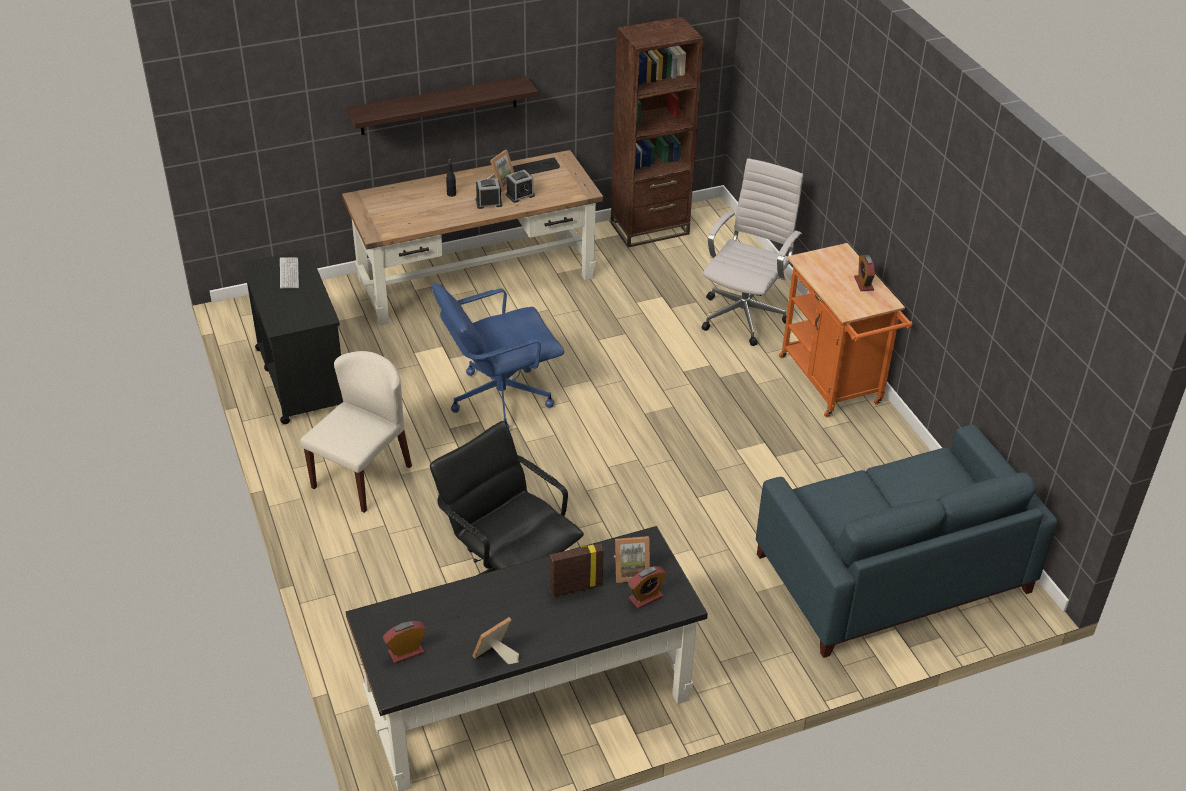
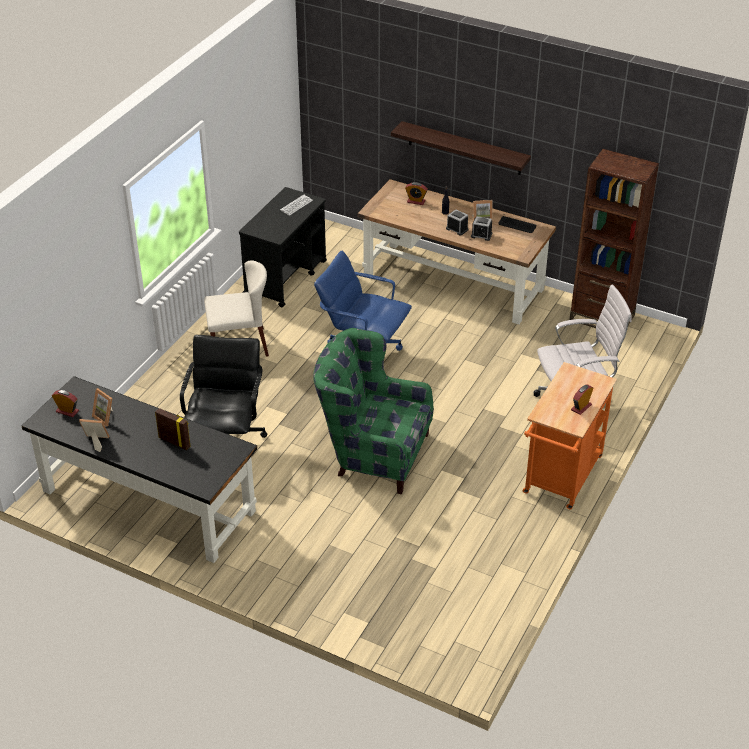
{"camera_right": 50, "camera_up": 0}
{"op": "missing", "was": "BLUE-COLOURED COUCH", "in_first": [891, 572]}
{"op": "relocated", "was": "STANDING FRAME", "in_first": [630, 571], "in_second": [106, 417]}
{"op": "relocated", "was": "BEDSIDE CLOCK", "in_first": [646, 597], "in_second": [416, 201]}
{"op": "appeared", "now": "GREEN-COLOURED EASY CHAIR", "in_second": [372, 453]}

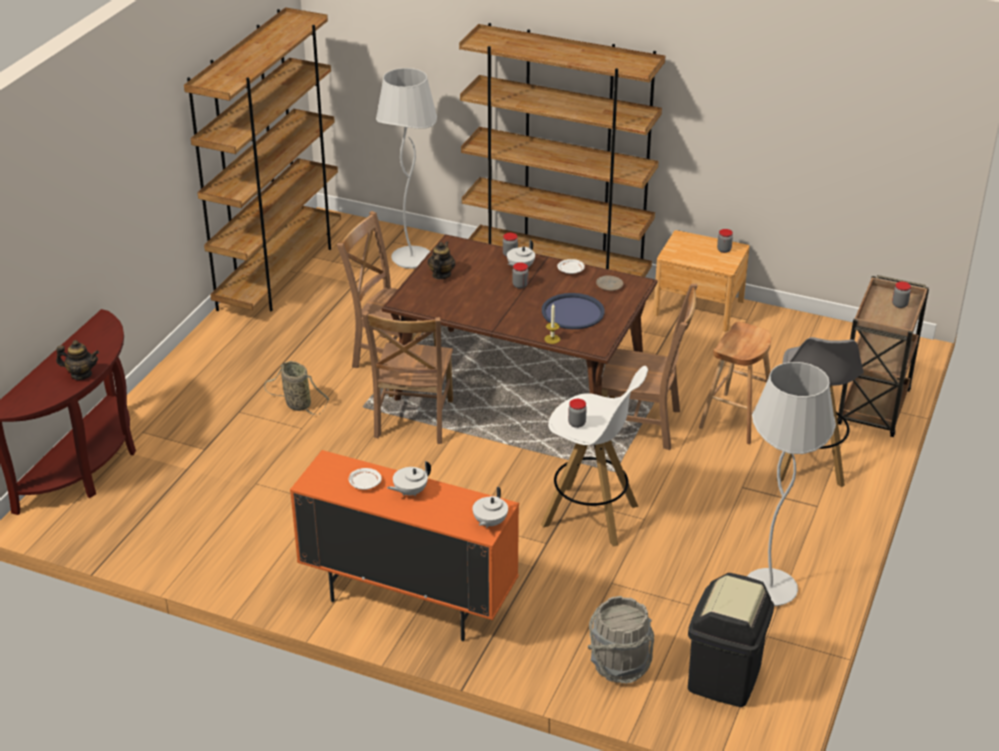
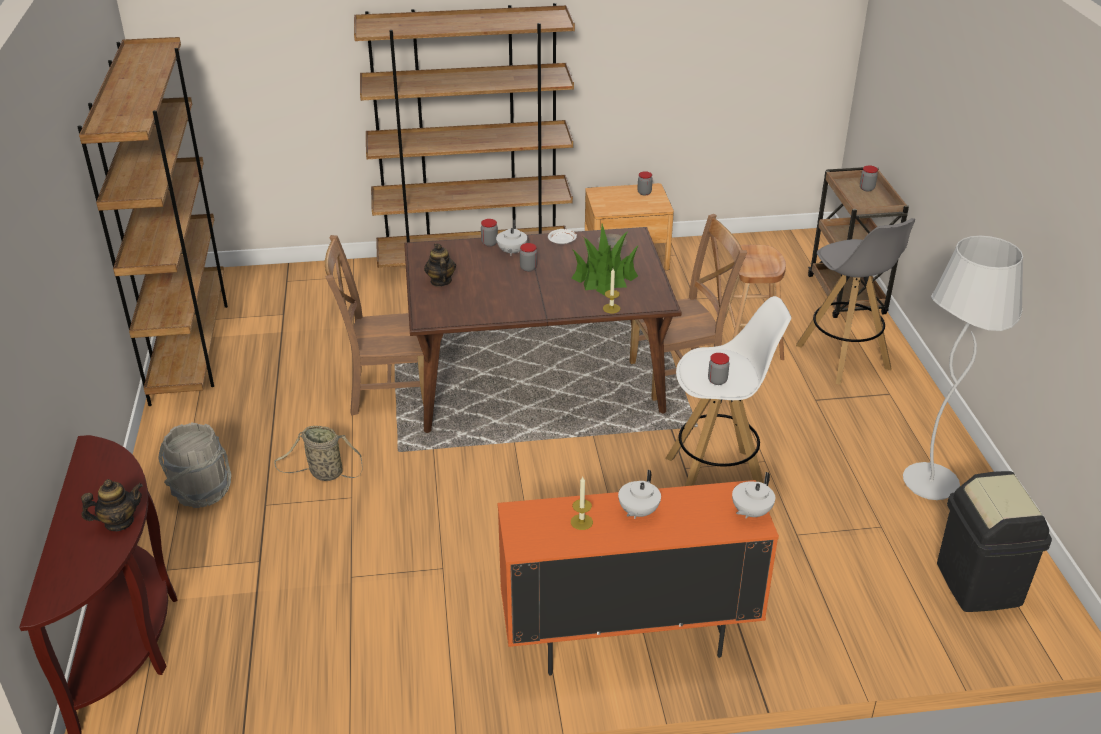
{"camera_right": -30, "camera_up": 0}
{"op": "missing", "was": "WHITISH FLOOR LAMP", "in_first": [411, 259]}
{"op": "exchanged", "was": "BLUE-COLOURED TRAY", "now": "POTTED PLANT", "in_first": [573, 312], "in_second": [604, 278]}
{"op": "missing", "was": "BROWN CHAIR", "in_first": [413, 421]}
{"op": "exchanged", "was": "WHITISH FLAT DISH", "now": "CANDLE", "in_first": [364, 483], "in_second": [581, 522]}
{"op": "spun", "was": "WHITISH POT FOR TEA", "in_first": [489, 522], "in_second": [750, 512], "clockwise": 45}
{"op": "relocated", "was": "GREYISH PAIL", "in_first": [619, 665], "in_second": [201, 492]}

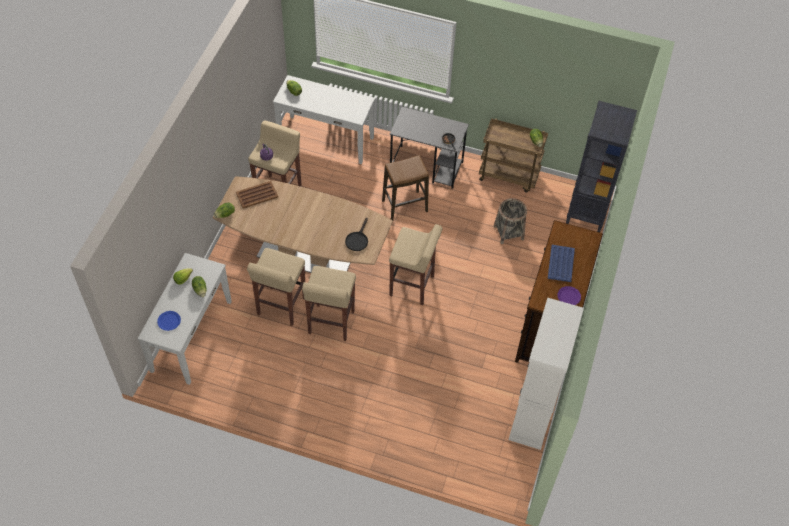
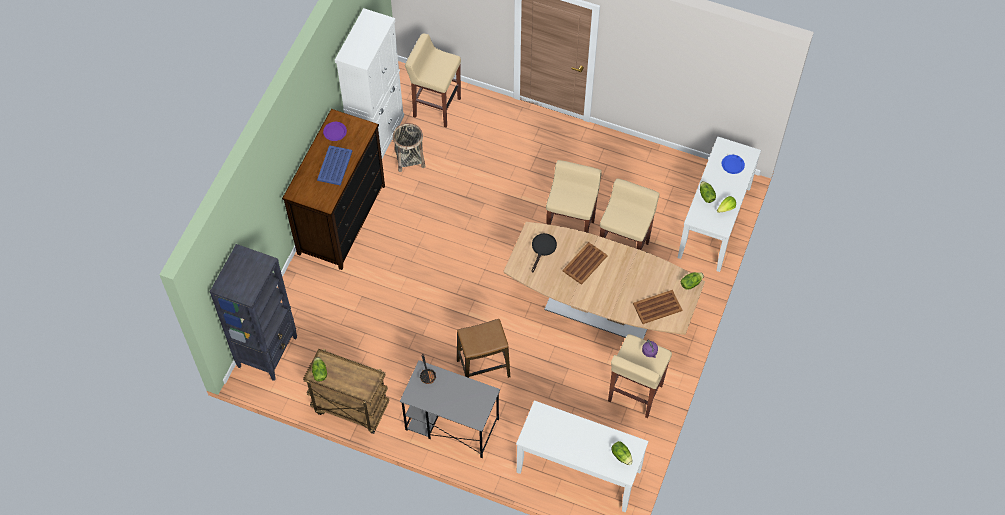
{"camera_right": -175, "camera_up": 5}
{"op": "relocated", "was": "BASKET", "in_first": [508, 232], "in_second": [410, 158]}
{"op": "relocated", "was": "BEIGE SITTING STOOL", "in_first": [412, 286], "in_second": [436, 107]}
{"op": "appeared", "now": "BROWN TRAY", "in_second": [584, 264]}

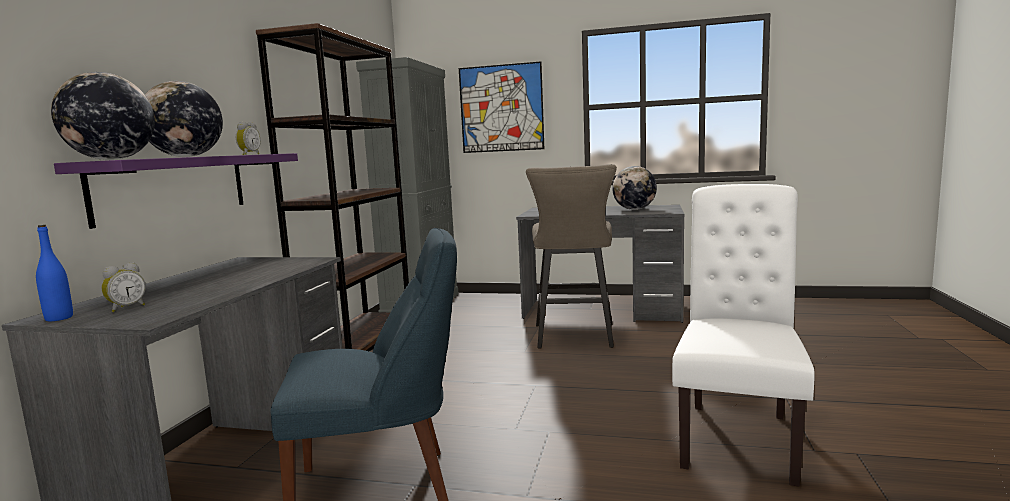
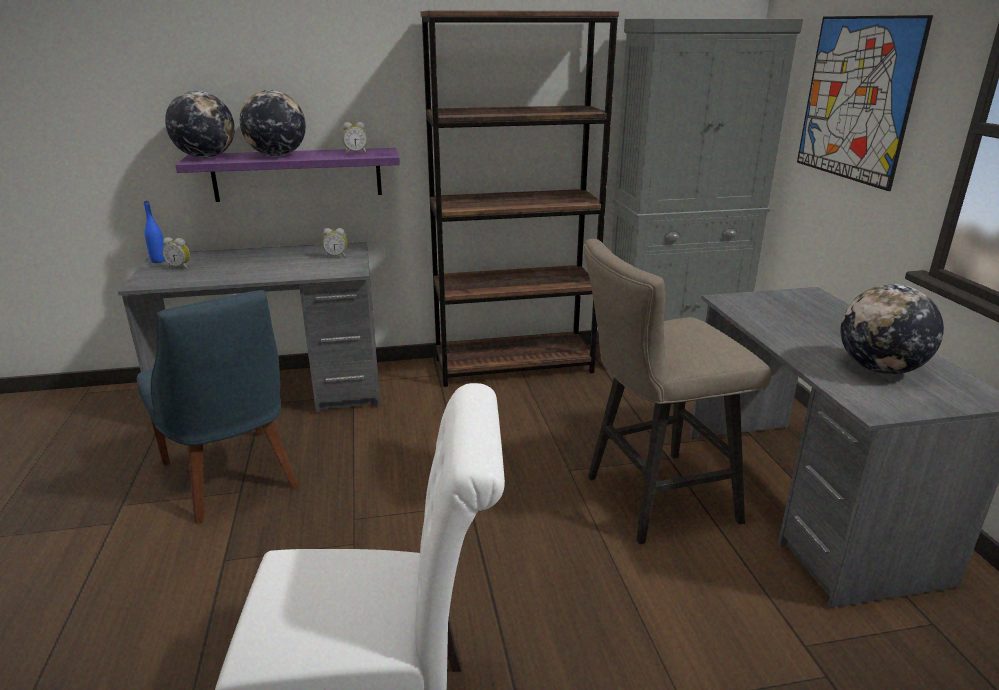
{"camera_right": 65, "camera_up": 15}
{"op": "appeared", "now": "BEDSIDE CLOCK", "in_second": [336, 256]}

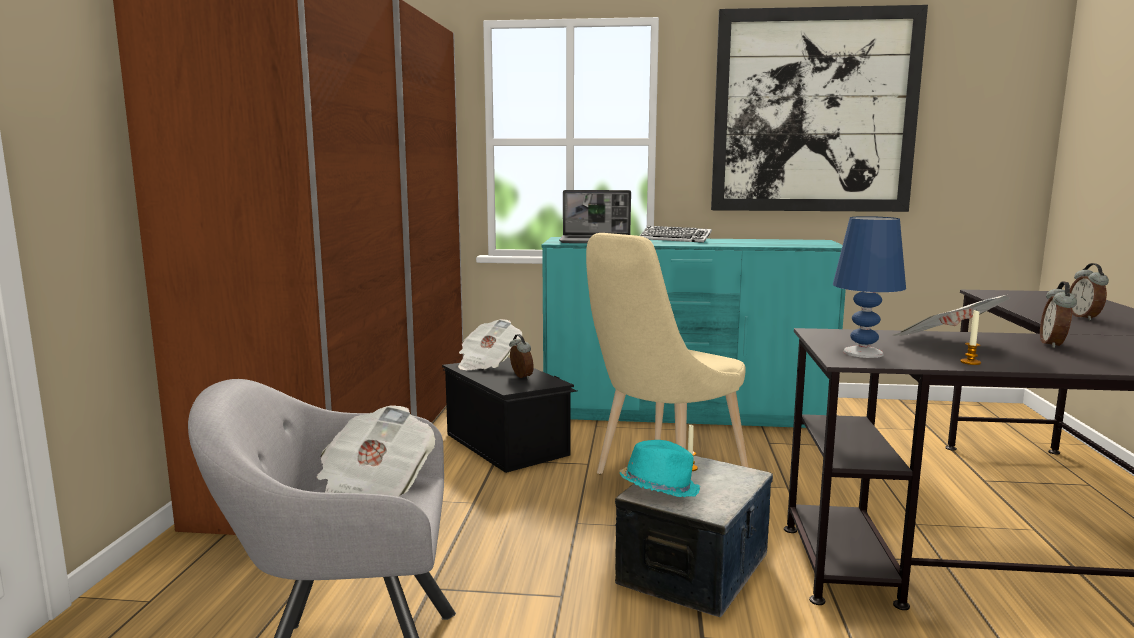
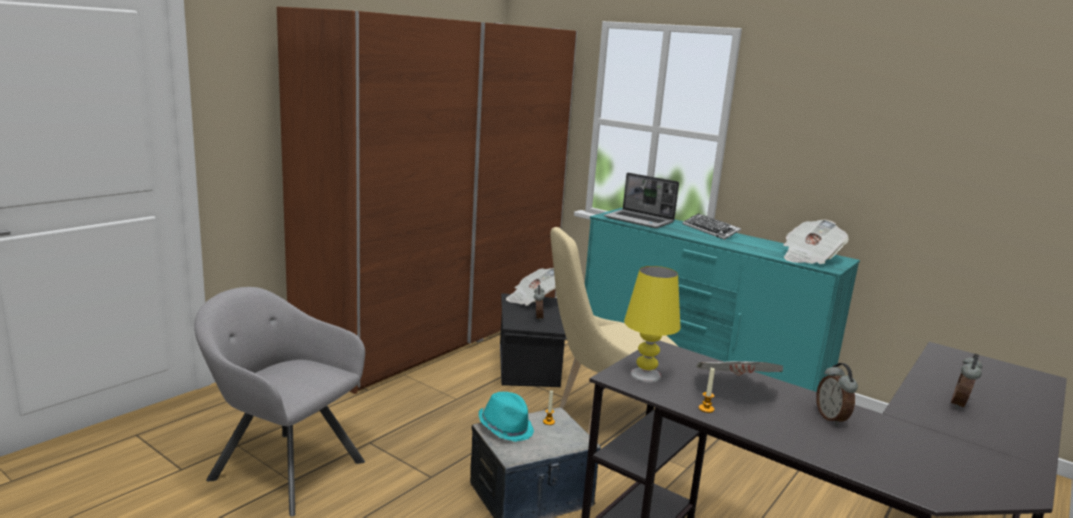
{"camera_right": 30, "camera_up": 5}
{"op": "missing", "was": "WALL ART", "in_first": [813, 112]}
{"op": "colour", "was": "BLUE-COLOURED TABLETOP LAMP", "now": "YELLOWISH TABLETOP LAMP", "in_first": [863, 353], "in_second": [646, 375]}
{"op": "spun", "was": "BEDSIDE CLOCK", "in_first": [1054, 345], "in_second": [832, 418], "clockwise": -60}
{"op": "relocated", "was": "DAILY PAPER", "in_first": [372, 491], "in_second": [809, 258]}

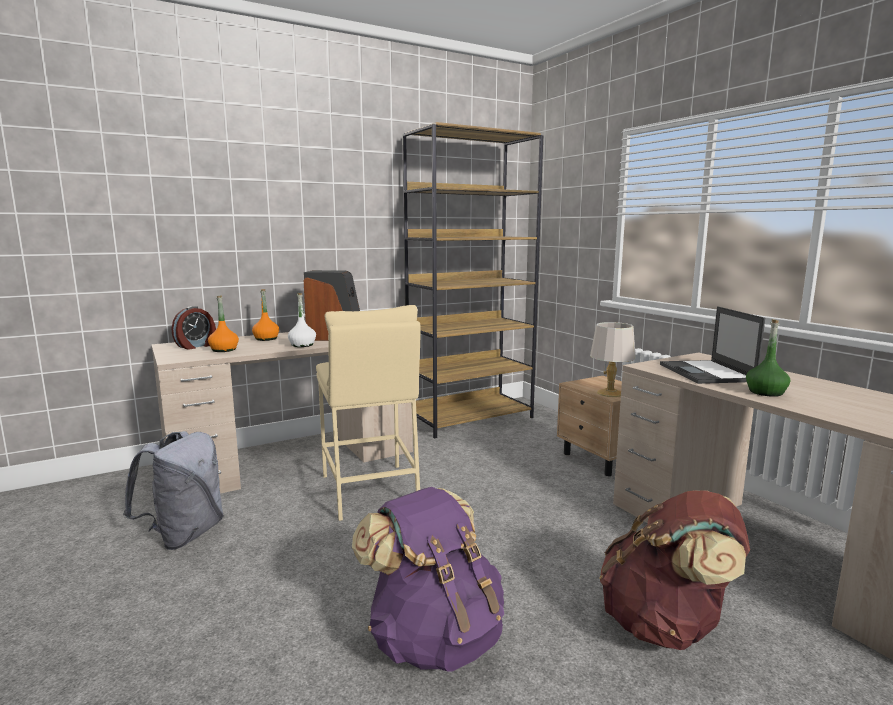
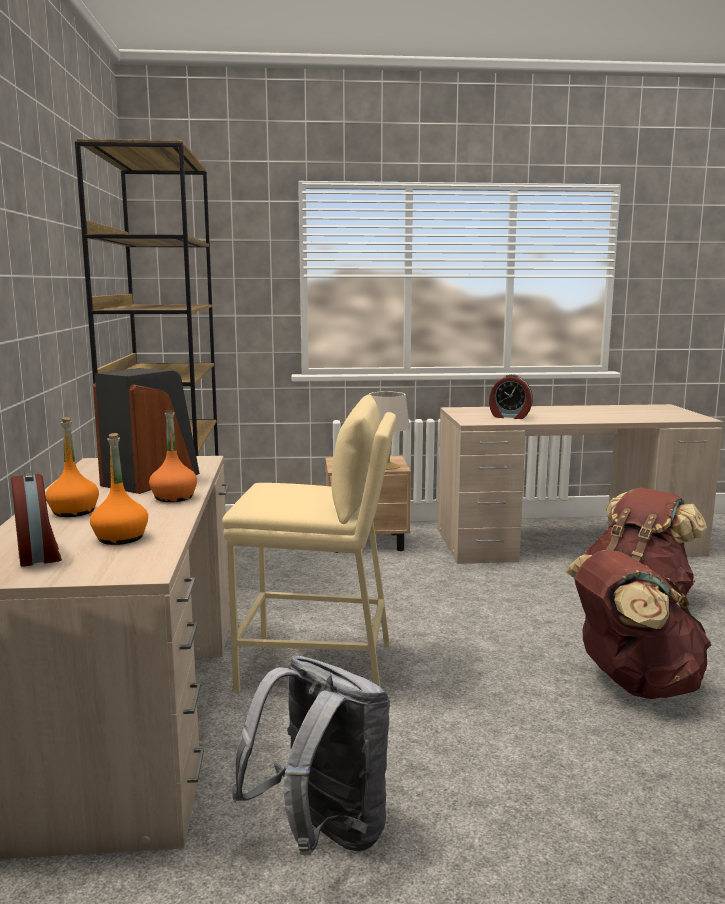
{"camera_right": -65, "camera_up": 0}
{"op": "colour", "was": "WHITISH BEVERAGE BOTTLE", "now": "ORANGE BEVERAGE BOTTLE", "in_first": [302, 345], "in_second": [174, 497]}
{"op": "exchanged", "was": "NOTEBOOK COMPUTER", "now": "BEDSIDE CLOCK", "in_first": [707, 373], "in_second": [509, 416]}
{"op": "missing", "was": "GREEN-COLOURED BEVERAGE BOTTLE", "in_first": [766, 392]}
{"op": "colour", "was": "PURPLE RUCKSACK", "now": "BROWN RUCKSACK", "in_first": [435, 638], "in_second": [632, 684]}

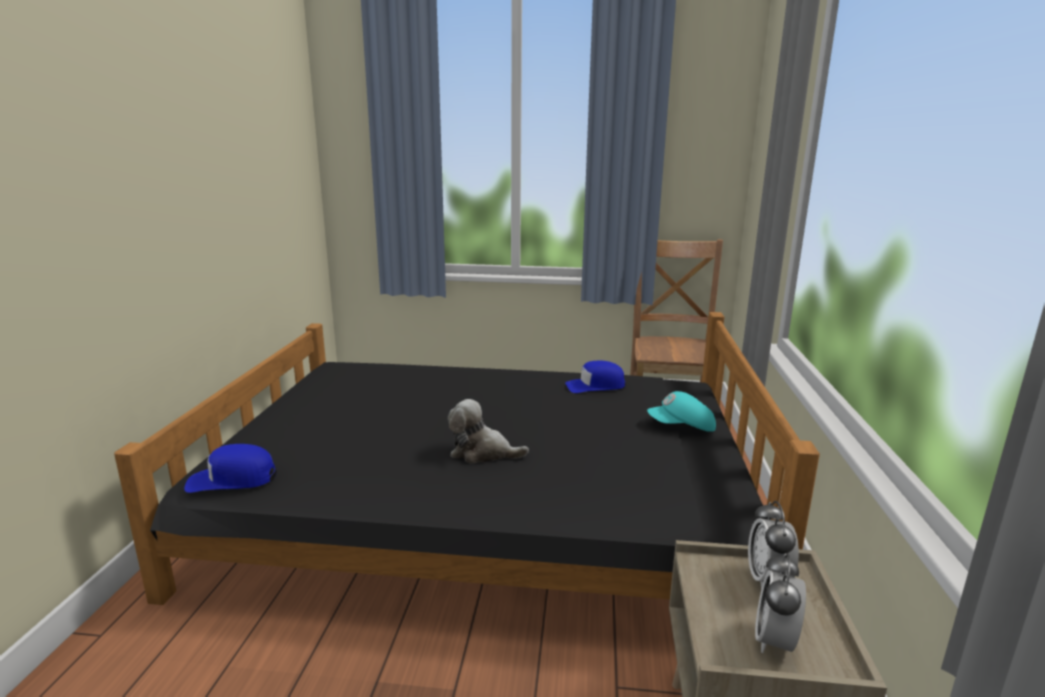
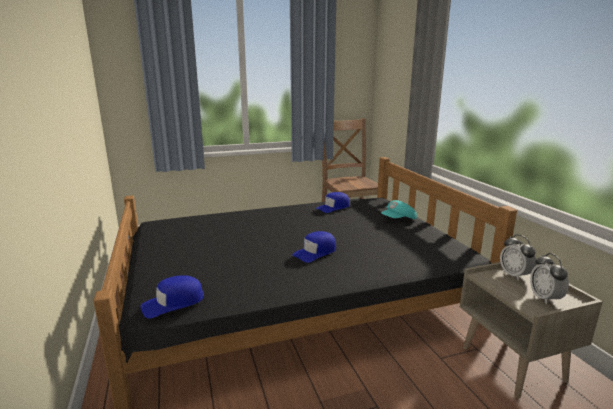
{"camera_right": -25, "camera_up": 0}
{"op": "exchanged", "was": "SOFT TOY", "now": "BLUE-COLOURED BASEBALL CAP", "in_first": [482, 453], "in_second": [315, 252]}

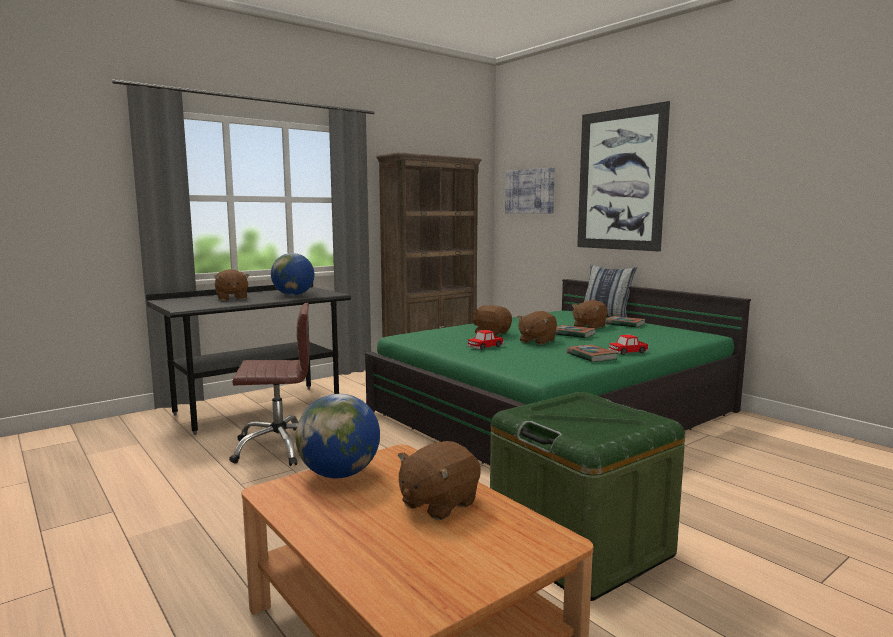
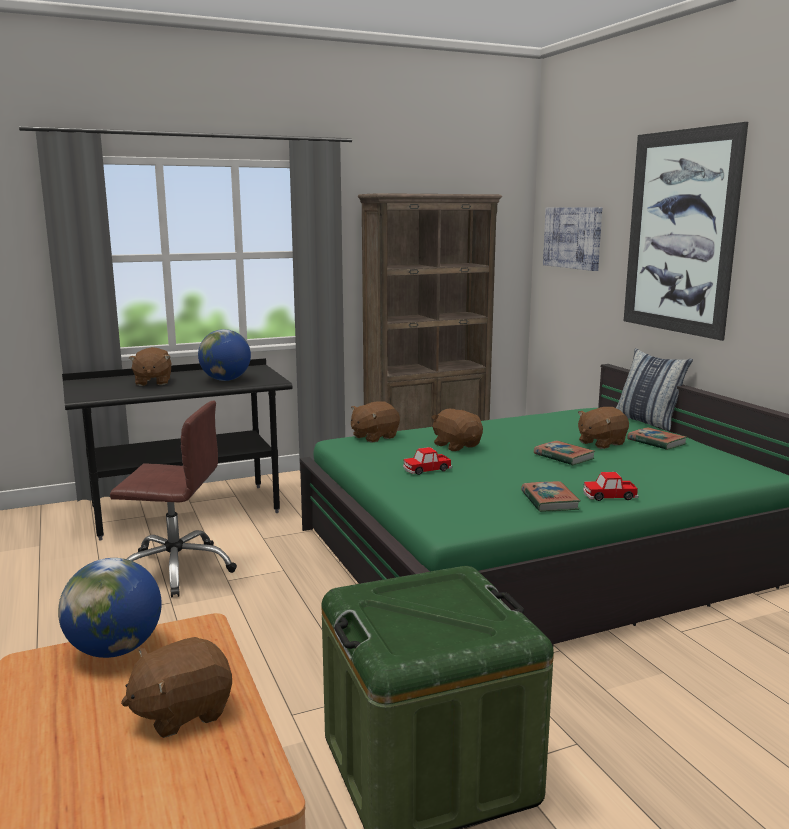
{"camera_right": 15, "camera_up": 5}
{"op": "relocated", "was": "BROWN SOFT TOY", "in_first": [536, 341], "in_second": [374, 437]}

